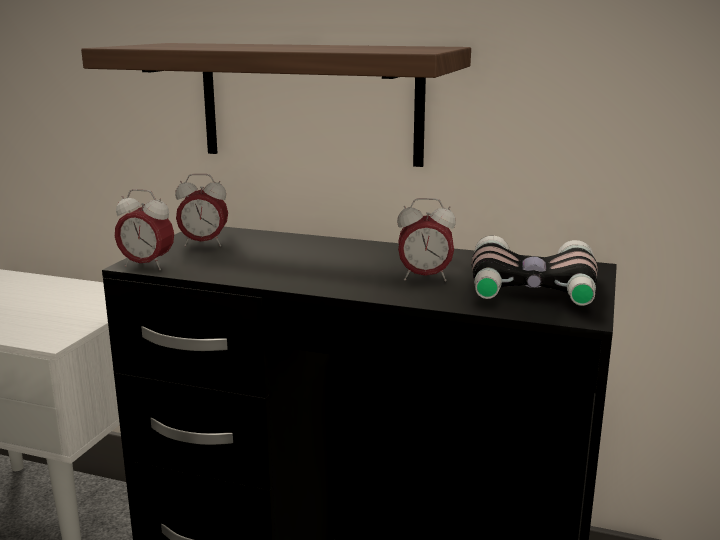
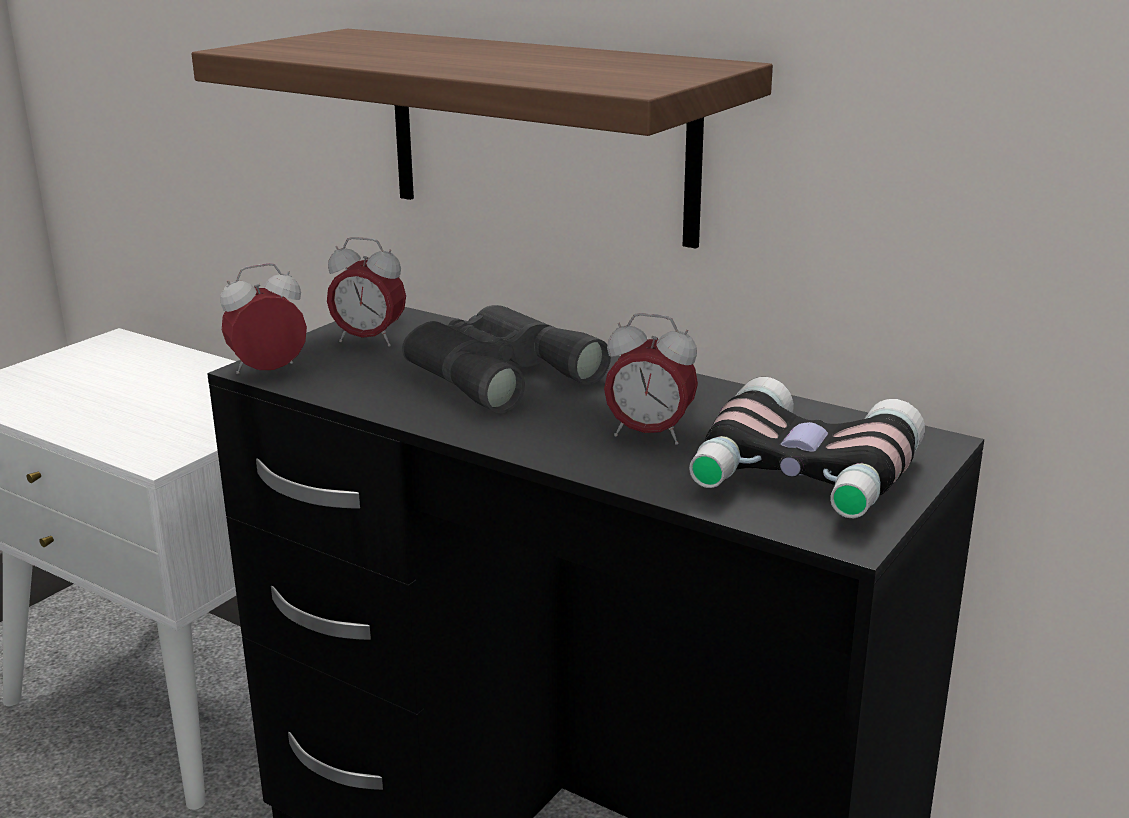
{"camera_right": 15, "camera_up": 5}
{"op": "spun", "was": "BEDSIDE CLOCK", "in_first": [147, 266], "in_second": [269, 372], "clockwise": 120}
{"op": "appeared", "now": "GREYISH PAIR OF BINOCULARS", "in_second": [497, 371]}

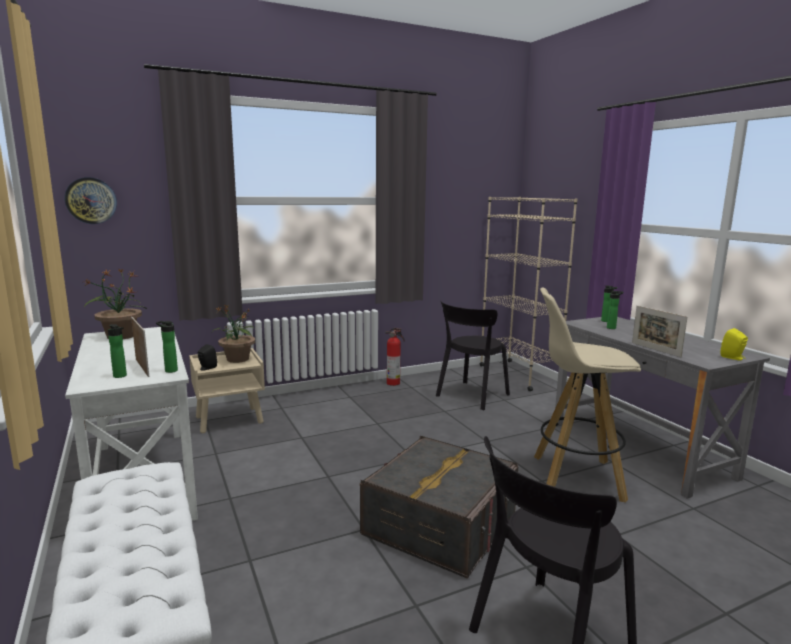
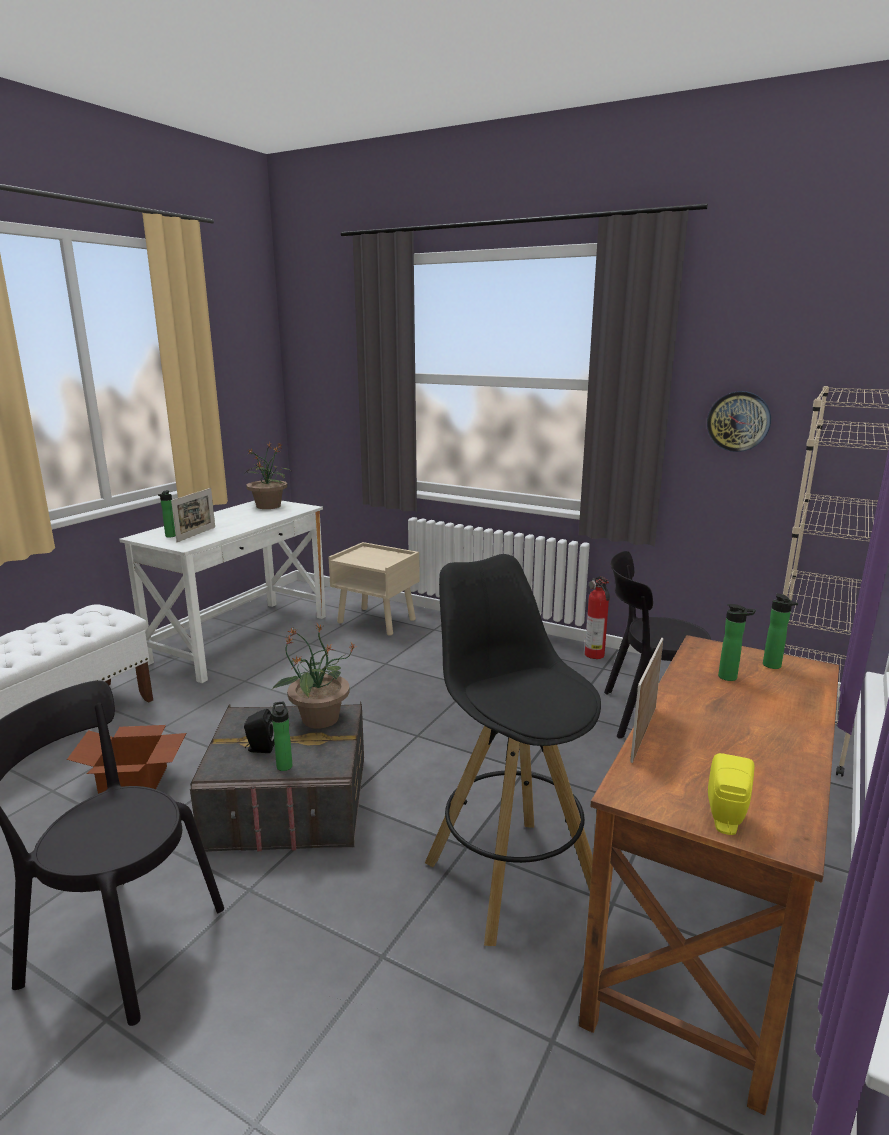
{"camera_right": 55, "camera_up": 5}
{"op": "relocated", "was": "HANGING CLOCK", "in_first": [91, 200], "in_second": [738, 421]}
{"op": "colour", "was": "BEIGE SITTING STOOL", "now": "BLACK SITTING STOOL", "in_first": [575, 478], "in_second": [509, 875]}
{"op": "relocated", "was": "POTTED PLANT", "in_first": [237, 359], "in_second": [319, 719]}
{"op": "colour", "was": "GREYISH DESK TABLE", "now": "BROWN DESK TABLE", "in_first": [639, 449], "in_second": [706, 926]}
{"op": "relocated", "was": "BEVERAGE BOTTLE", "in_first": [169, 370], "in_second": [284, 765]}
{"op": "relocated", "was": "BLACK SPEAKER", "in_first": [206, 368], "in_second": [260, 748]}
{"op": "appeared", "now": "CARTON", "in_second": [135, 783]}

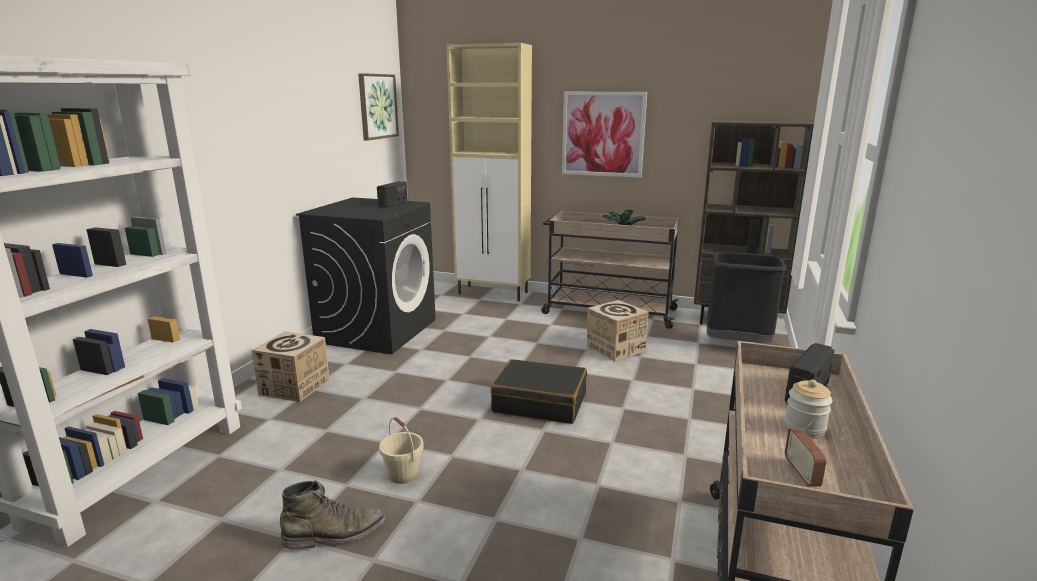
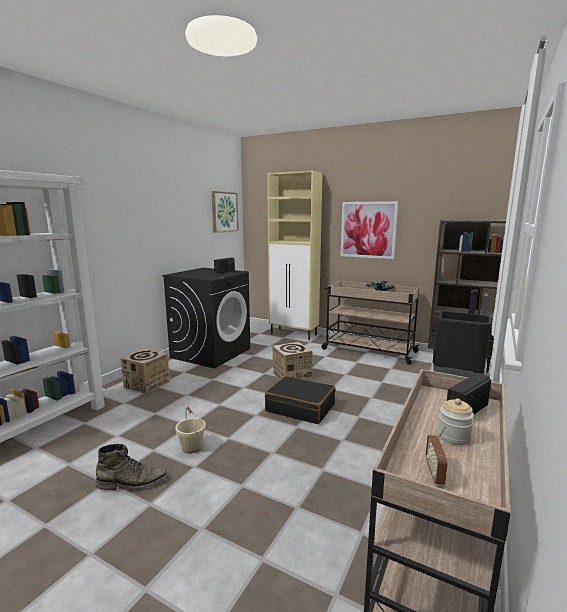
{"camera_right": 10, "camera_up": -5}
{"op": "relocated", "was": "CARTON", "in_first": [615, 349], "in_second": [291, 376]}

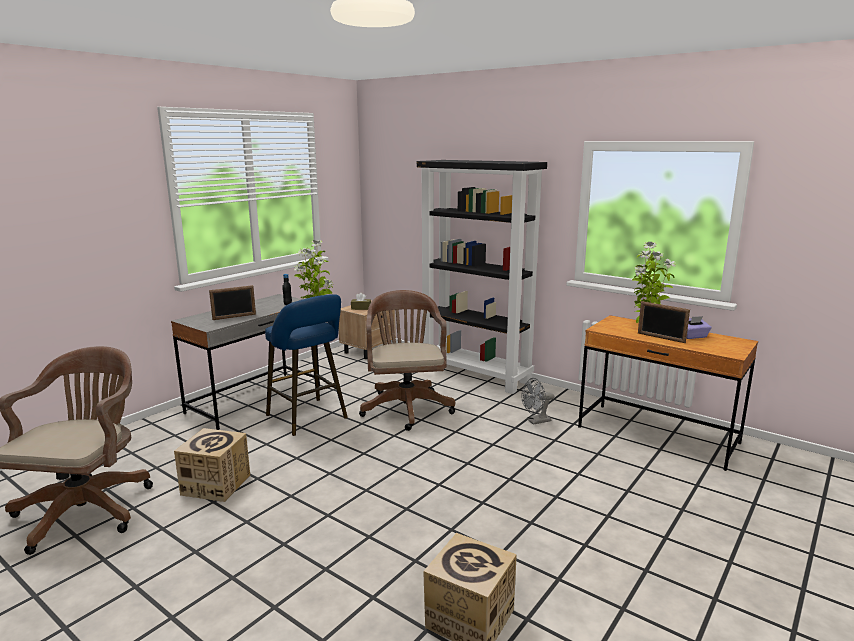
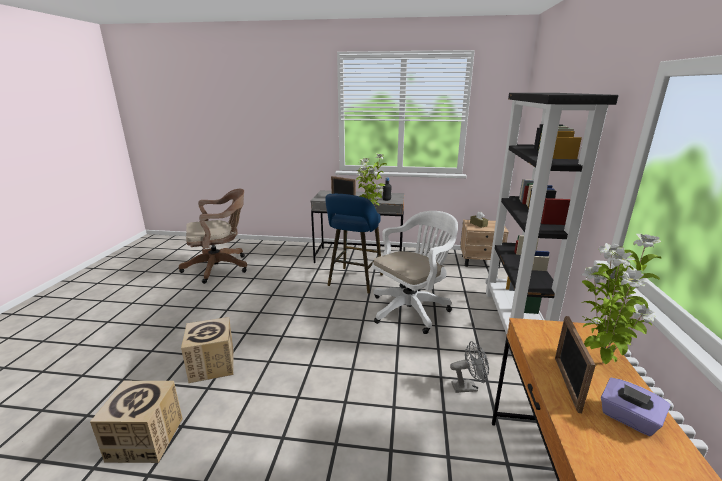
{"camera_right": 60, "camera_up": 5}
{"op": "colour", "was": "BROWN OFFICE CHAIR", "now": "WHITISH OFFICE CHAIR", "in_first": [406, 406], "in_second": [412, 309]}
{"op": "spun", "was": "GREYISH ELECTRIC FAN", "in_first": [535, 421], "in_second": [468, 387], "clockwise": 135}
{"op": "relocated", "was": "CARTON", "in_first": [216, 485], "in_second": [212, 365]}

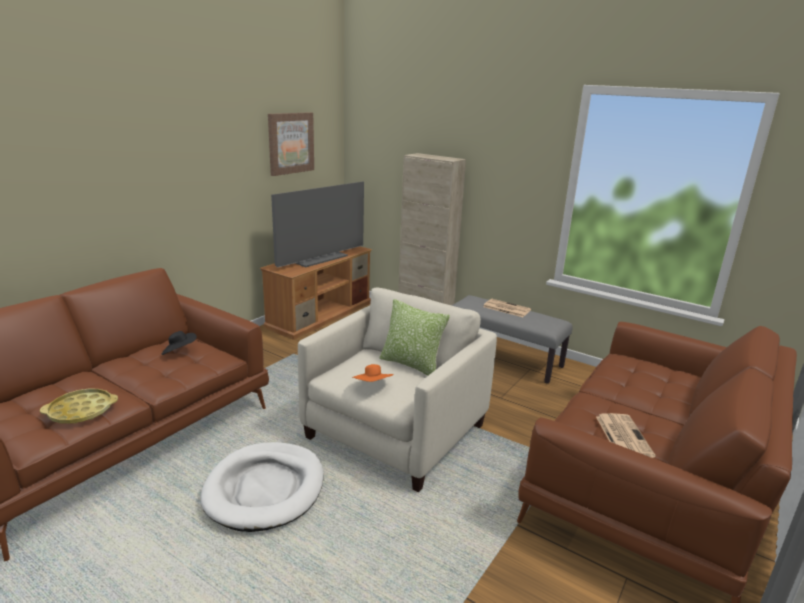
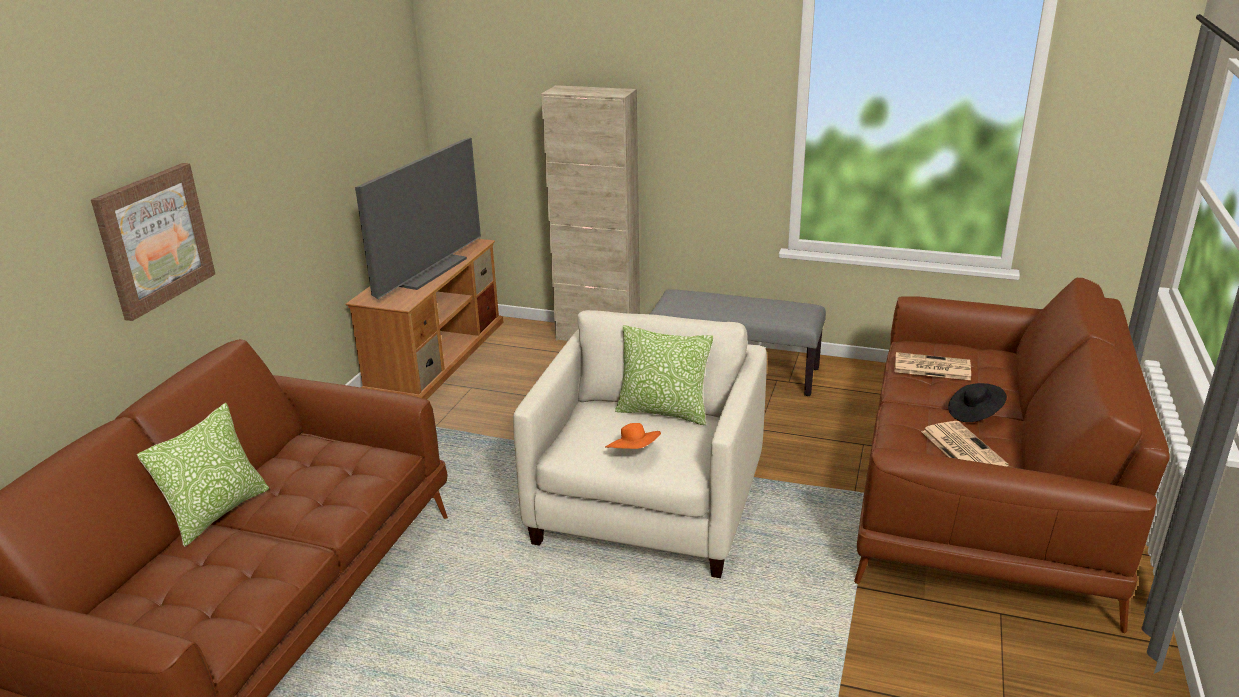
{"camera_right": -15, "camera_up": 5}
{"op": "relocated", "was": "WALL ART", "in_first": [290, 143], "in_second": [154, 239]}
{"op": "relocated", "was": "DAILY PAPER", "in_first": [506, 308], "in_second": [931, 367]}
{"op": "relocated", "was": "BLACK WEARABLE HAT", "in_first": [179, 352], "in_second": [974, 413]}
{"op": "missing", "was": "YELLOWISH TRAY", "in_first": [81, 411]}
{"op": "missing", "was": "WHITISH DOG BED", "in_first": [265, 489]}
{"op": "appeared", "now": "PILLOW", "in_second": [217, 512]}

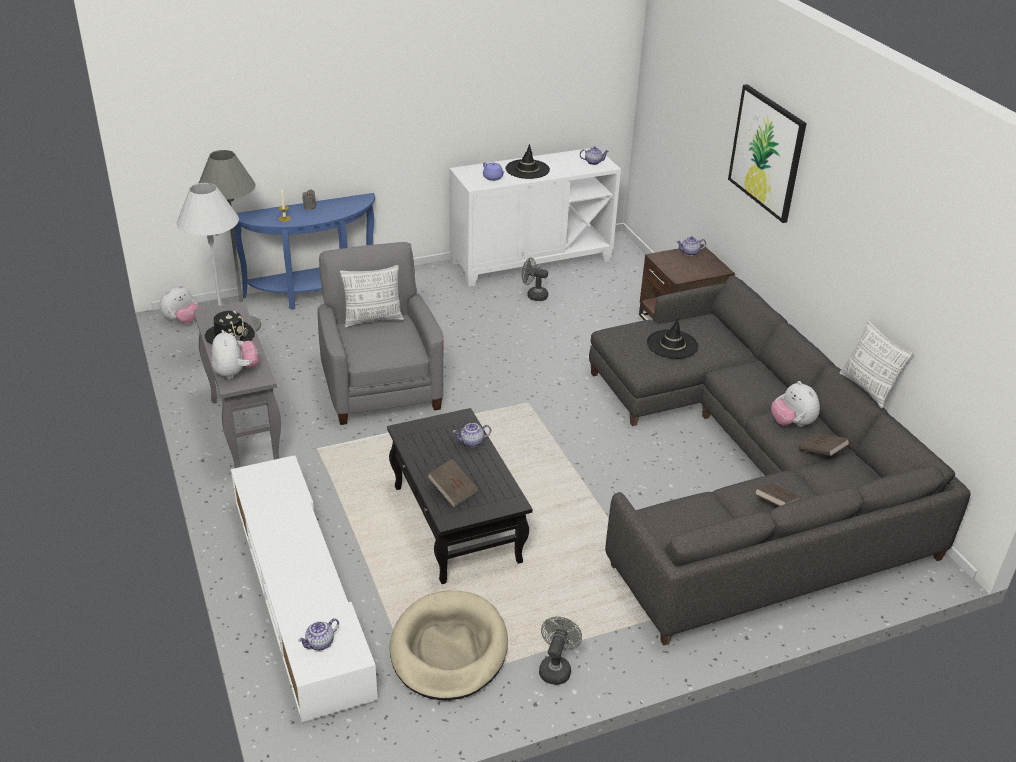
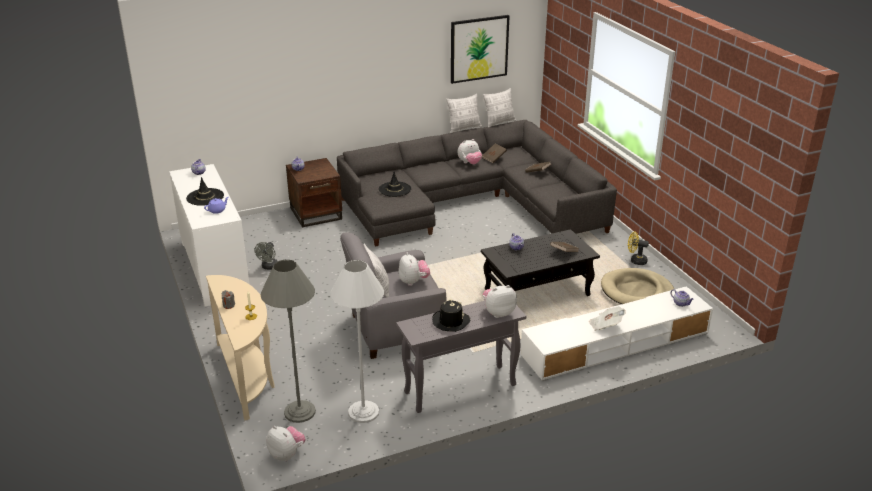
{"camera_right": -90, "camera_up": -5}
{"op": "relocated", "was": "WALL ART", "in_first": [767, 152], "in_second": [479, 48]}
{"op": "colour", "was": "BLUE-COLOURED NARROW TABLE", "now": "BEIGE NARROW TABLE", "in_first": [314, 294], "in_second": [247, 376]}
{"op": "colour", "was": "GREYISH ELECTRIC FAN", "now": "YELLOWISH ELECTRIC FAN", "in_first": [556, 668], "in_second": [635, 261]}
{"op": "appeared", "now": "PILLOW", "in_second": [499, 122]}
{"op": "appeared", "now": "SOFT TOY", "in_second": [413, 281]}
{"op": "appeared", "now": "DAILY PAPER", "in_second": [605, 325]}

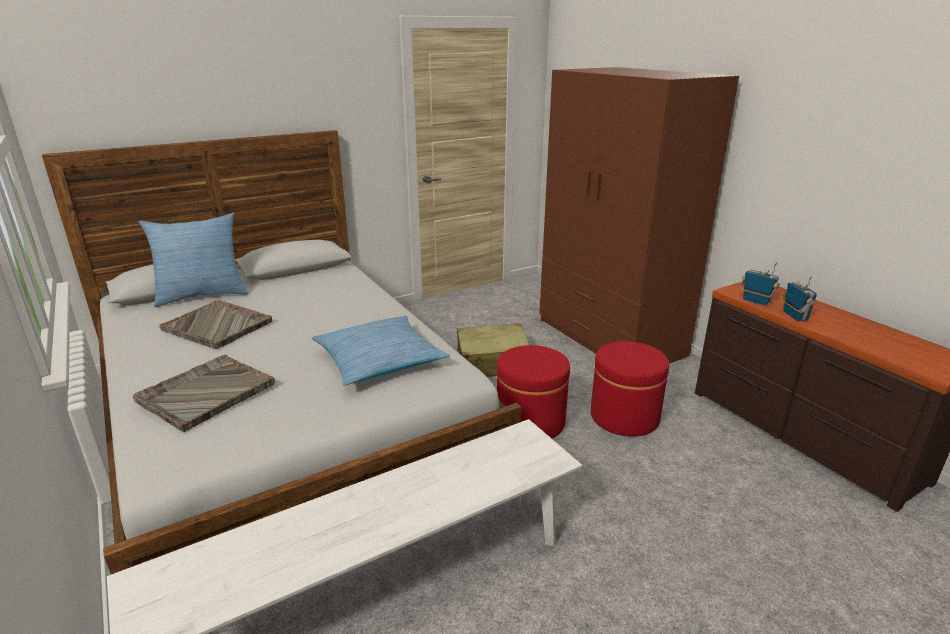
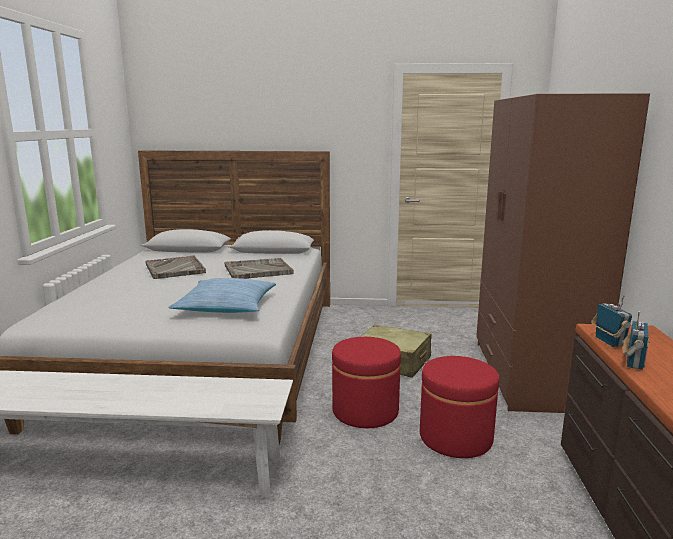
{"camera_right": 35, "camera_up": -10}
{"op": "missing", "was": "PILLOW", "in_first": [202, 295]}
{"op": "relocated", "was": "GREYISH TRAY", "in_first": [205, 393], "in_second": [257, 270]}

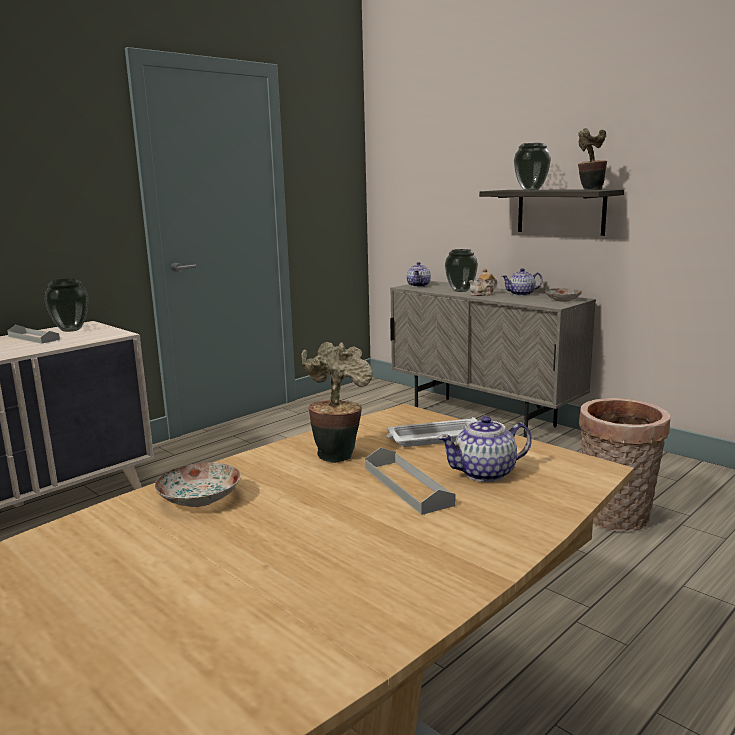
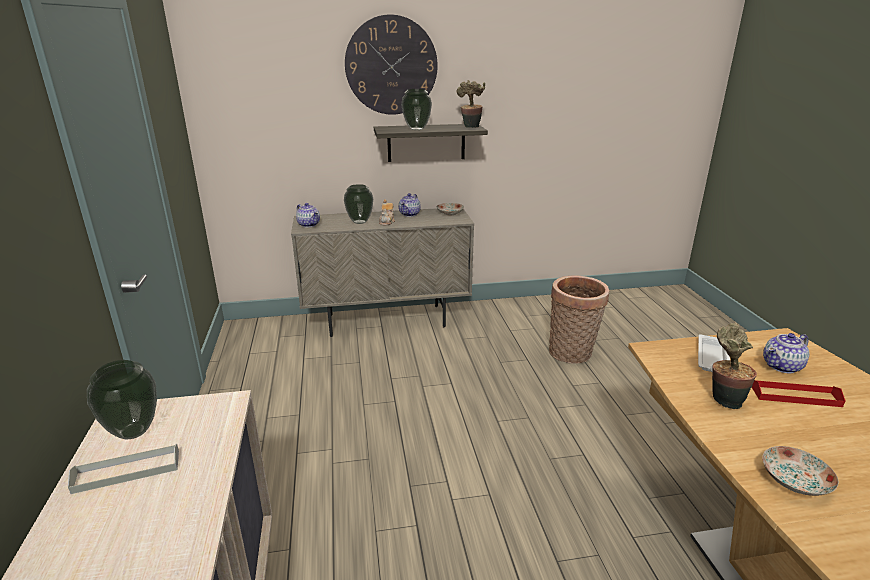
{"camera_right": -55, "camera_up": 10}
{"op": "spun", "was": "POT FOR TEA", "in_first": [485, 473], "in_second": [782, 366], "clockwise": 45}
{"op": "colour", "was": "GREYISH TRAY", "now": "RED-COLOURED TRAY", "in_first": [407, 486], "in_second": [795, 396]}
{"op": "appeared", "now": "HANGING CLOCK", "in_second": [391, 66]}

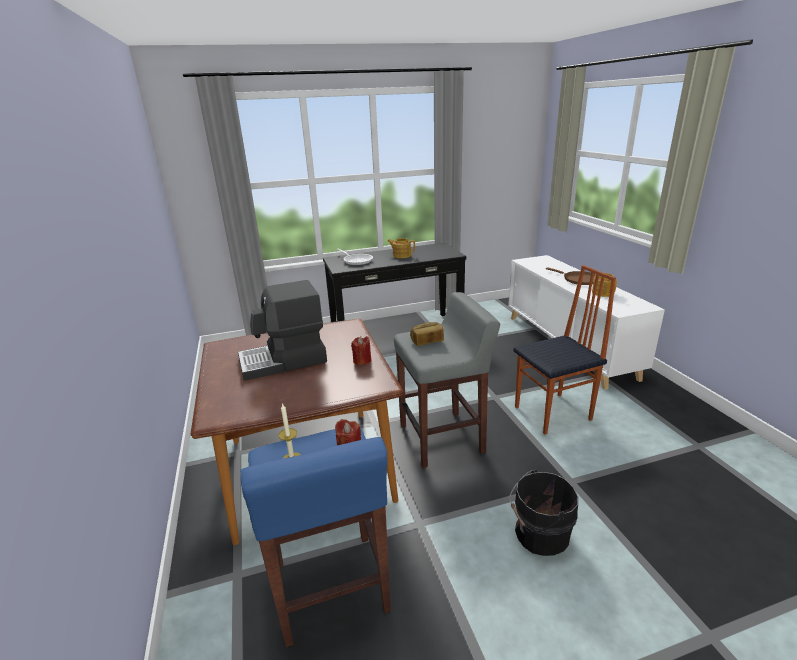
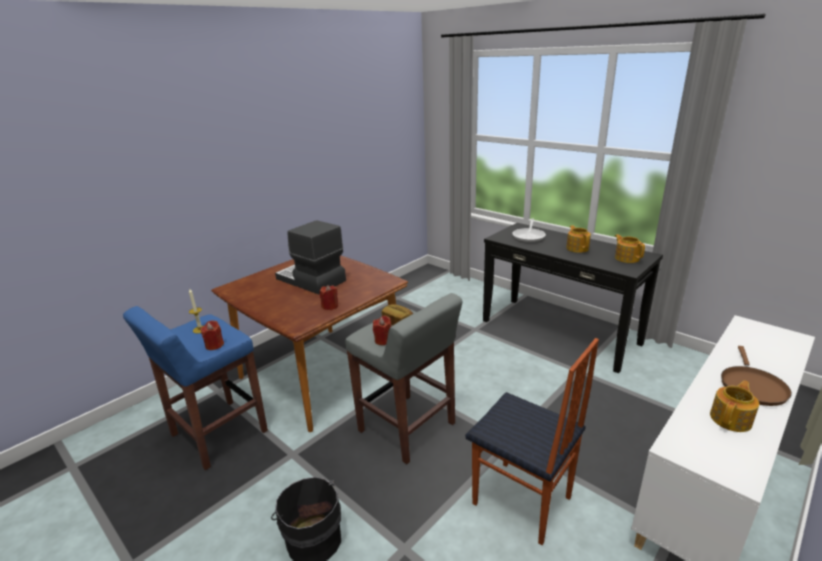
{"camera_right": 60, "camera_up": 0}
{"op": "appeared", "now": "POT FOR TEA", "in_second": [626, 258]}
{"op": "appeared", "now": "RED-COLOURED CANDLE", "in_second": [383, 340]}

